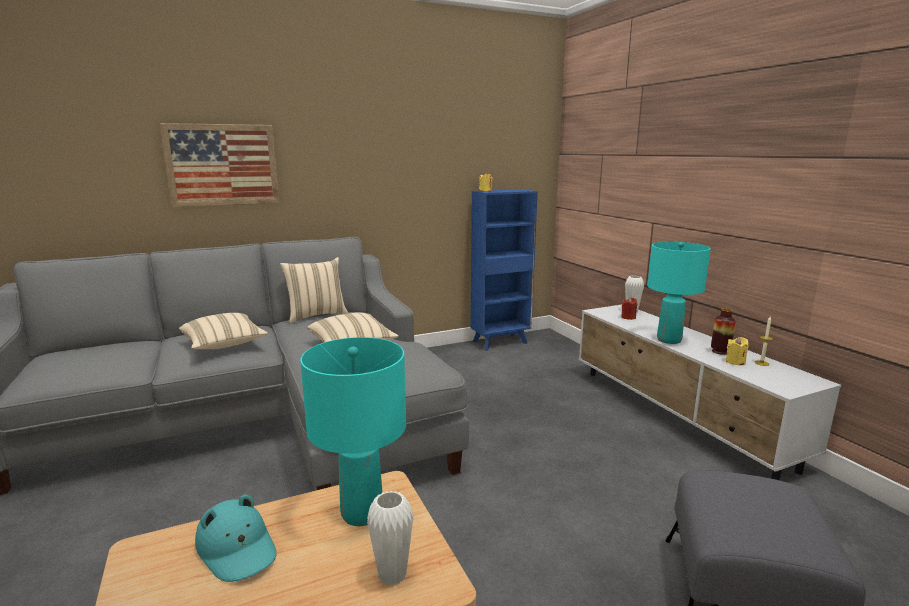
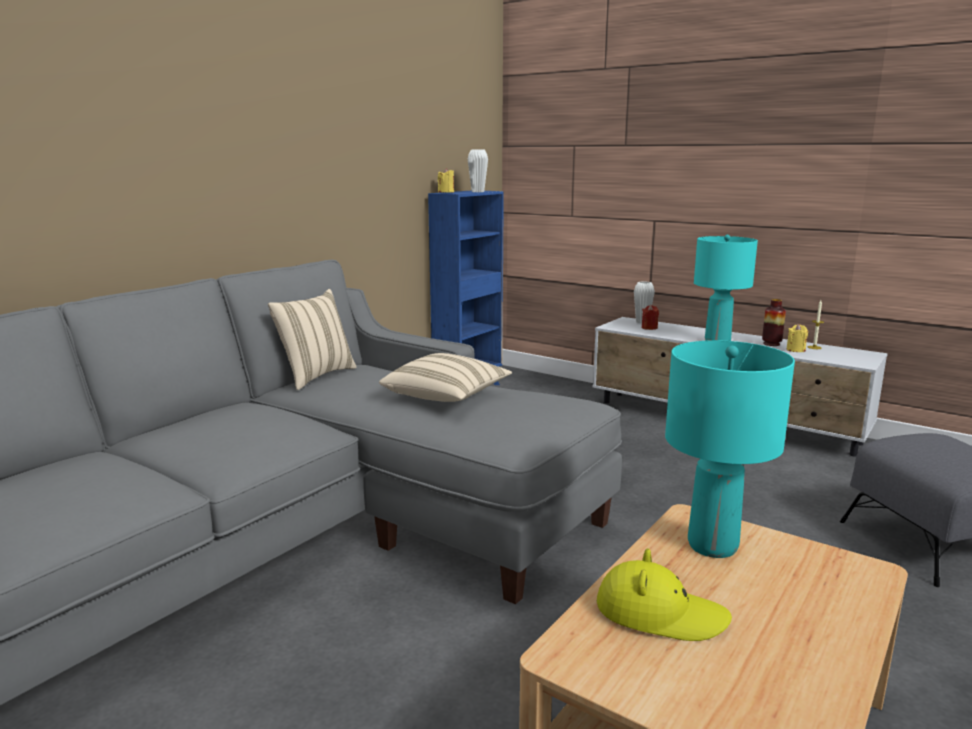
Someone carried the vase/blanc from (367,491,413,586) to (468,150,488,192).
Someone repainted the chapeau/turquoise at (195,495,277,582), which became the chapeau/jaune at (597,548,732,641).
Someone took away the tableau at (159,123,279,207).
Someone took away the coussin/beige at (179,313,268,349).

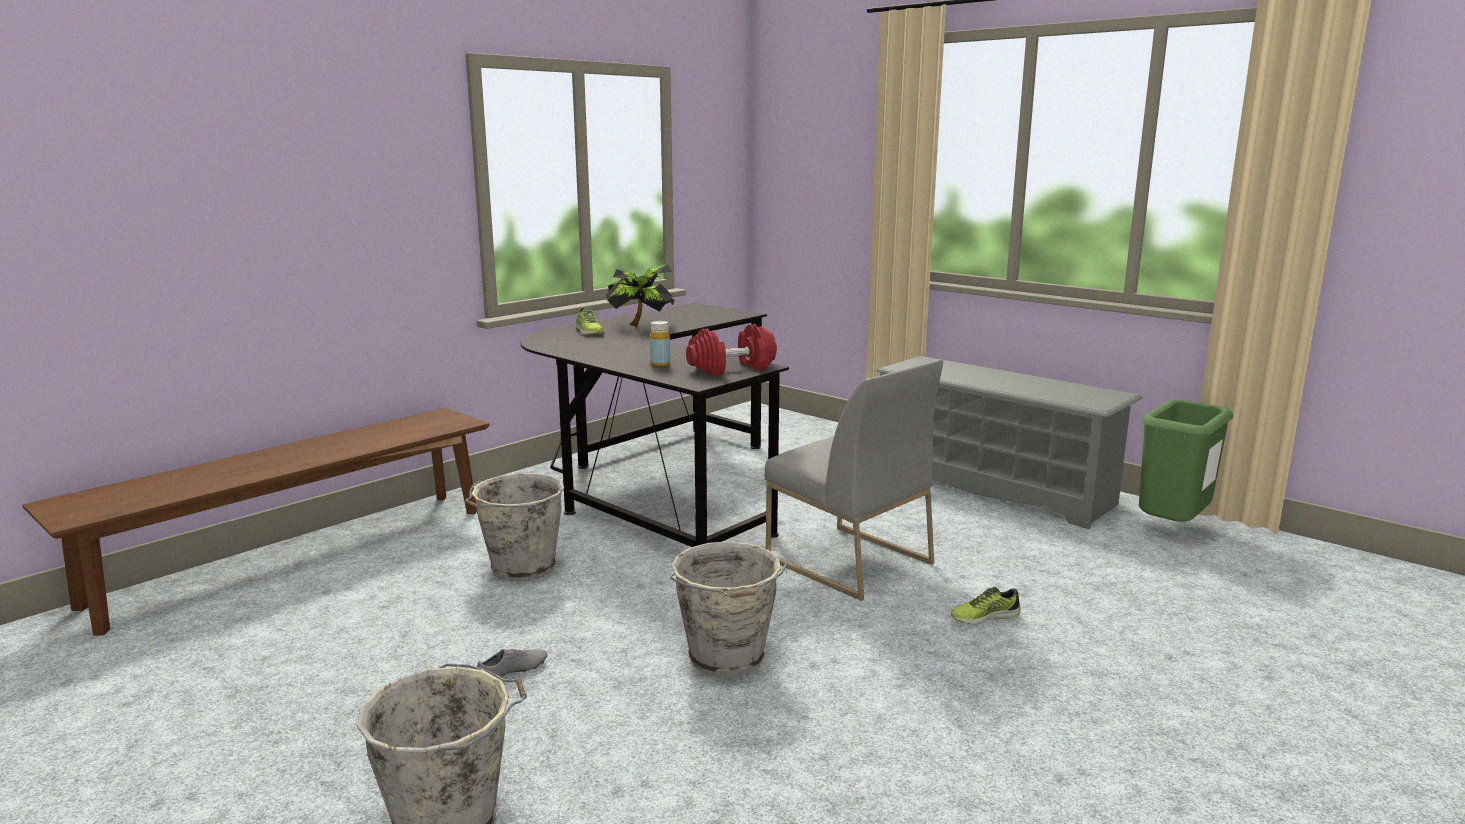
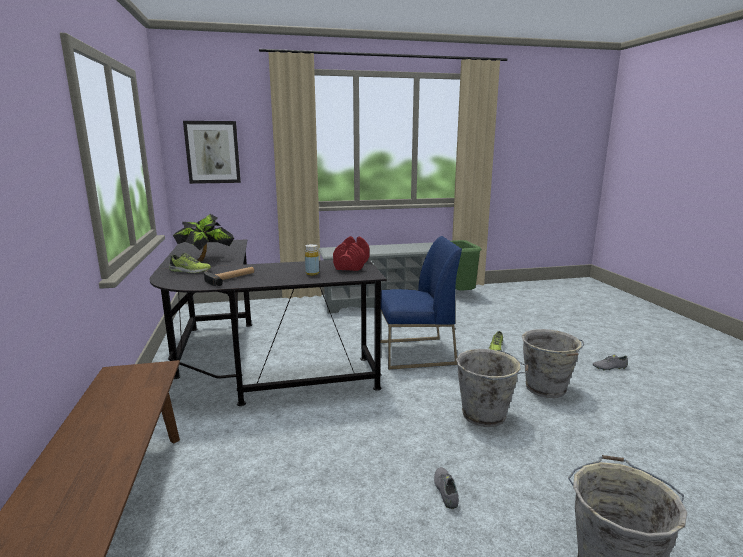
Someone put up the tableau at (183,121,241,184).
Someone put down the marteau at (204,267,254,286).
Someone repainted the chaise/gris at (765,359,944,601), which became the chaise/bleu at (381,236,462,370).
Someone carried the seau/gris from (465,473,564,581) to (522,329,584,398).
Someone put down the chaussure/gris at (593,354,628,370).

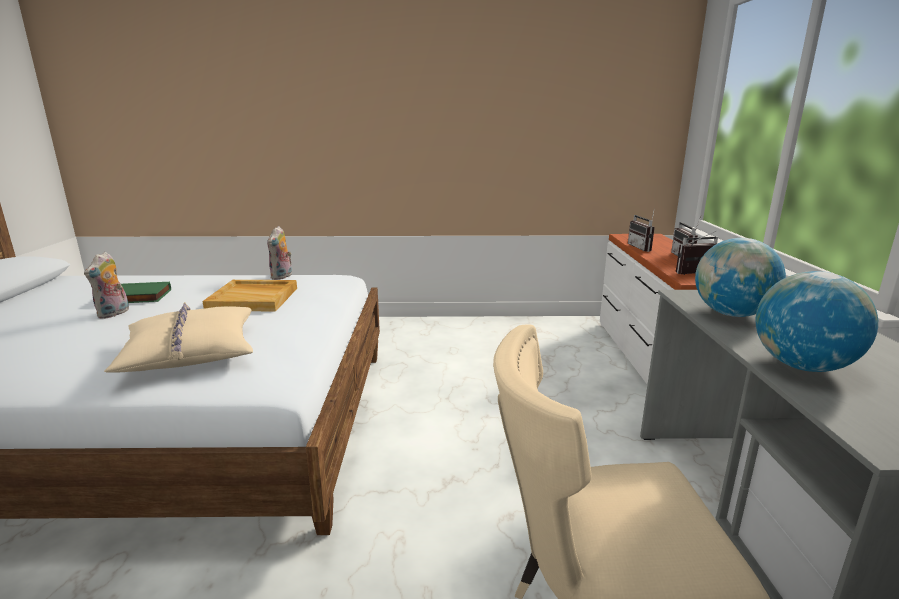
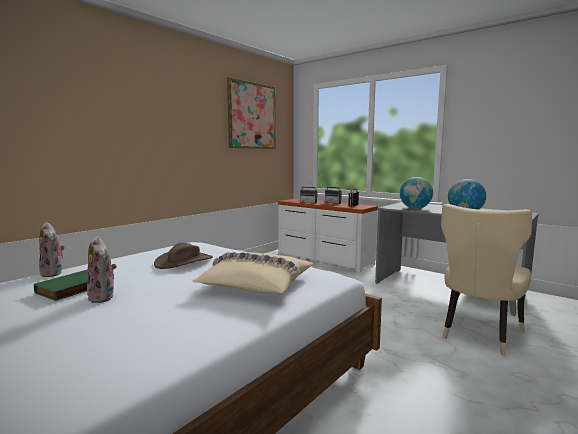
Someone carried the peluche from (267,226,292,280) to (39,222,65,277).
Someone swapped the plateau/beige at (202,280,297,311) for the chapeau/marron at (154,243,213,269).
Someone put up the tableau at (227,77,276,149).

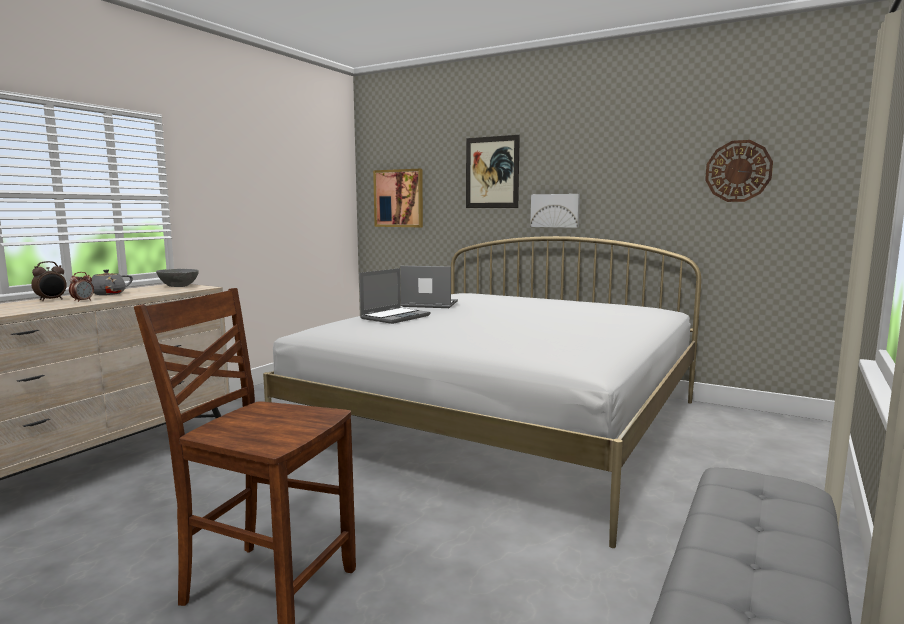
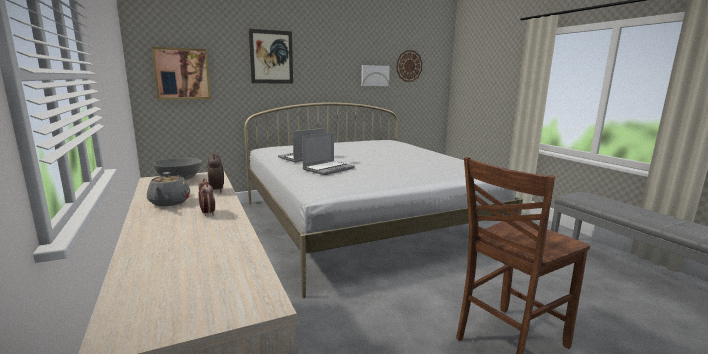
Someone carried the réveil from (31,261,67,301) to (207,150,224,193).
Someone rotated the ordinateur portable at (359,268,430,324) by 60 degrees clockwise.
Someone carried the tableau from (530,194,580,228) to (361,65,390,86).

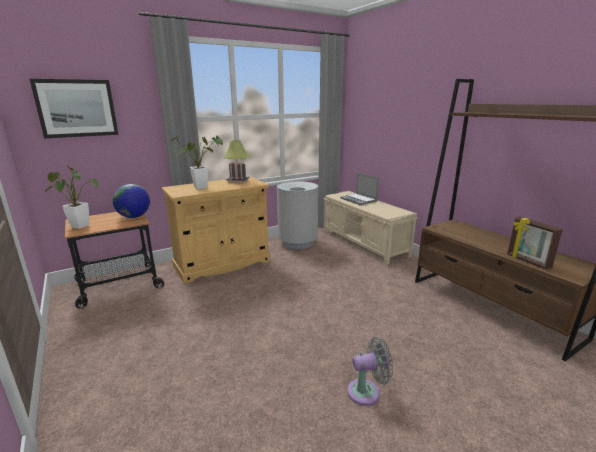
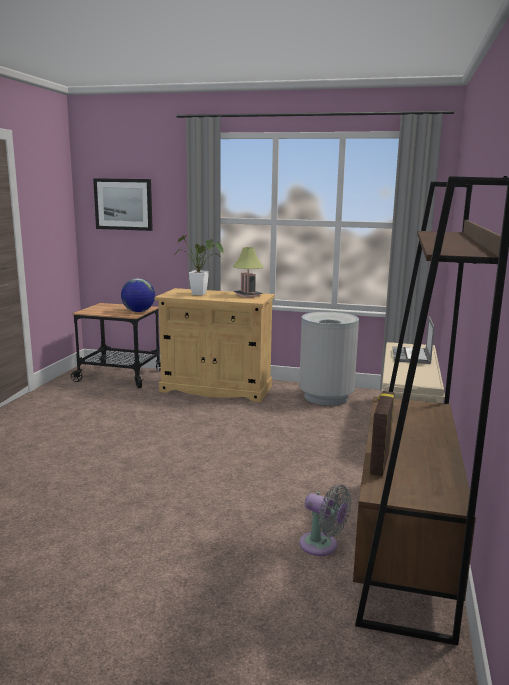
Someone carried the ventilateur/gris from (347,337,393,406) to (299,485,351,556).
Someone took away the plante en pot at (45,166,99,229).

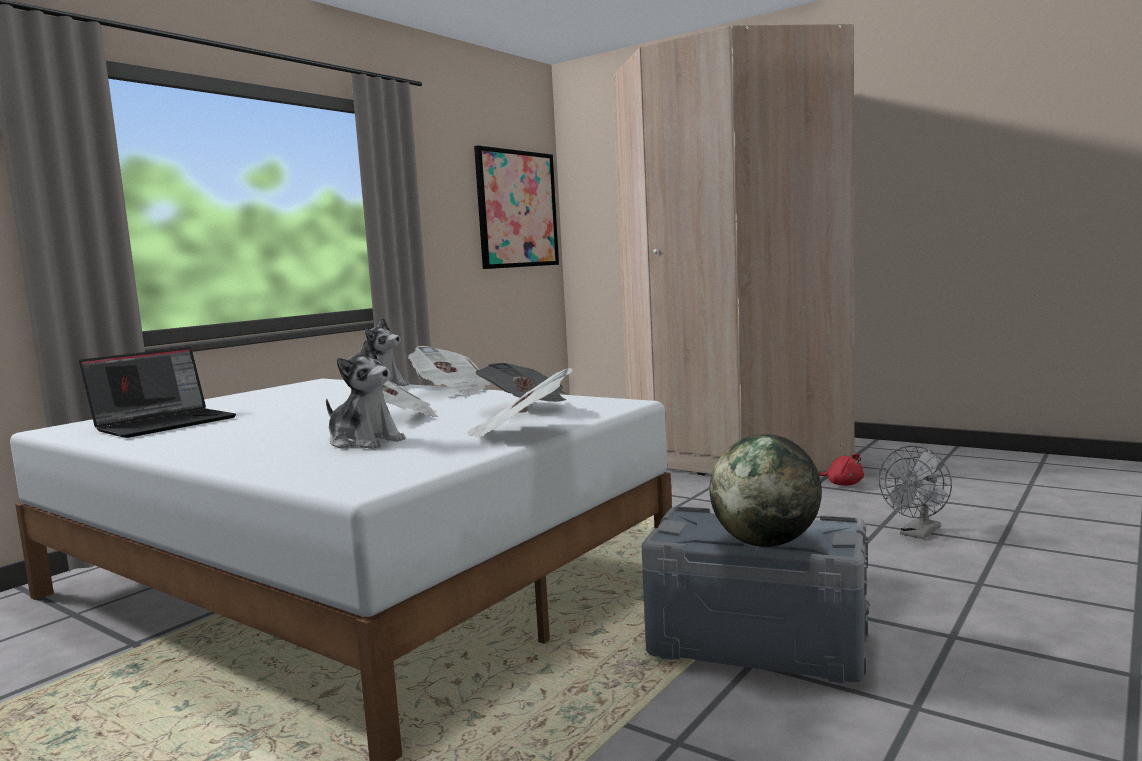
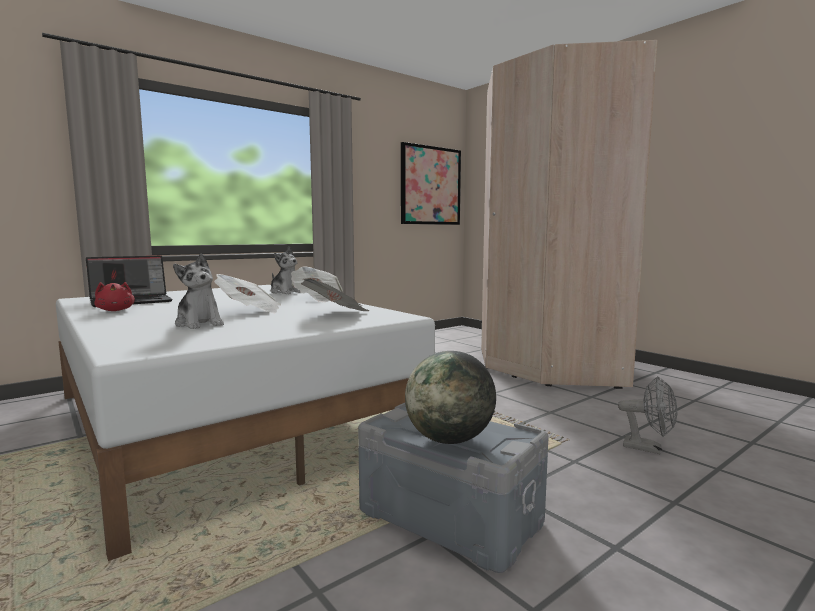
Someone carried the peluche/rouge from (819,453,864,486) to (94,282,135,311).
Someone rotated the ventilateur/gris at (879,446,952,539) by 120 degrees counterclockwise.
Someone took away the journal at (467,368,573,438).

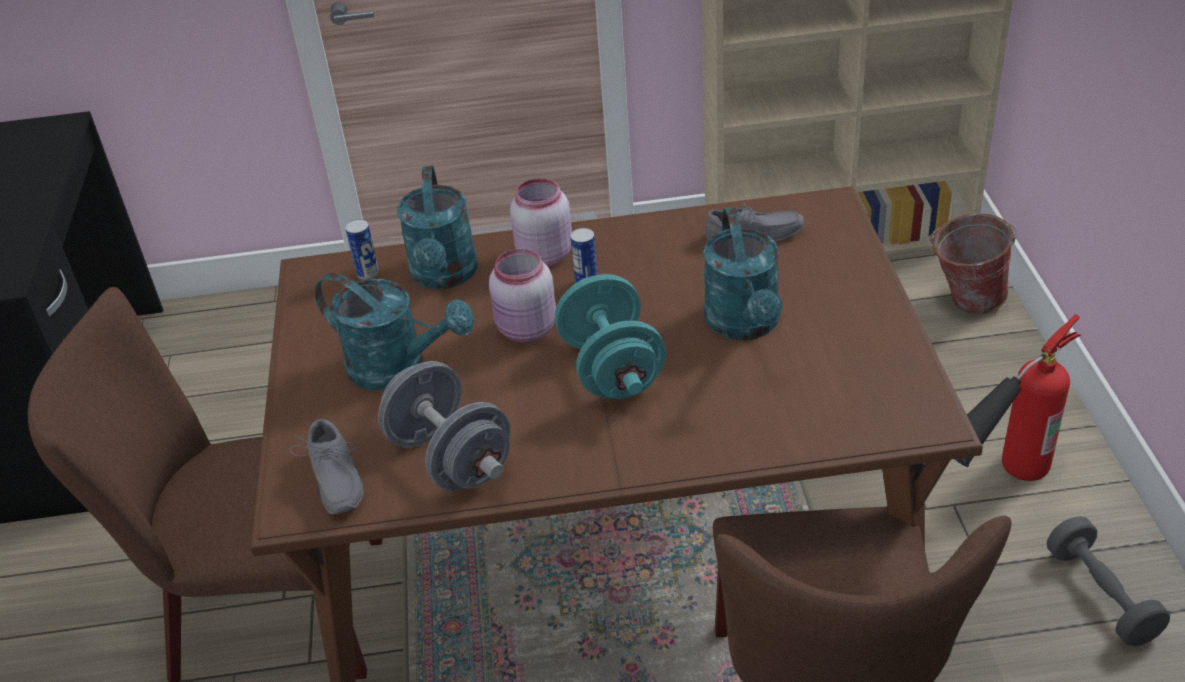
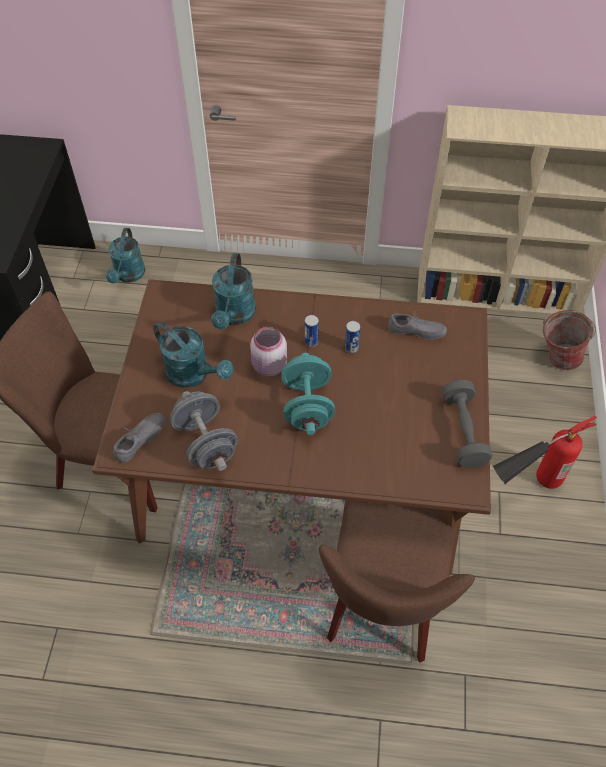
Someone carried the arrosoir/turquoise from (703,207,783,341) to (106,228,145,284).
Someone rotated the chaussure/gris at (290,419,364,514) by 135 degrees counterclockwise.
Someone carried the boîte métallique from (345,219,379,280) to (345,321,360,353).
Someone carried the haltère/gris from (1047,516,1170,646) to (442,380,492,468).
Someone took away the bocal/rose at (510,178,572,266).

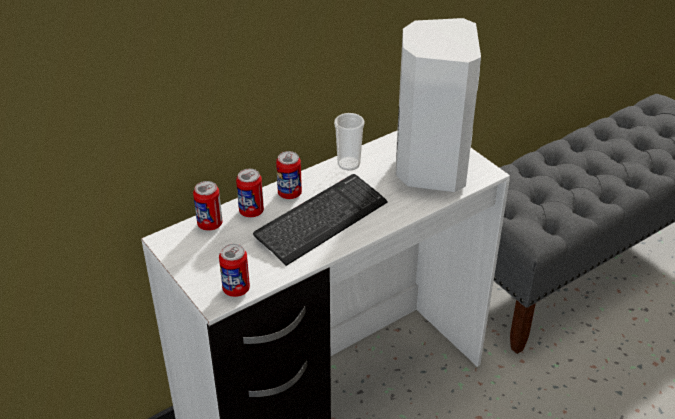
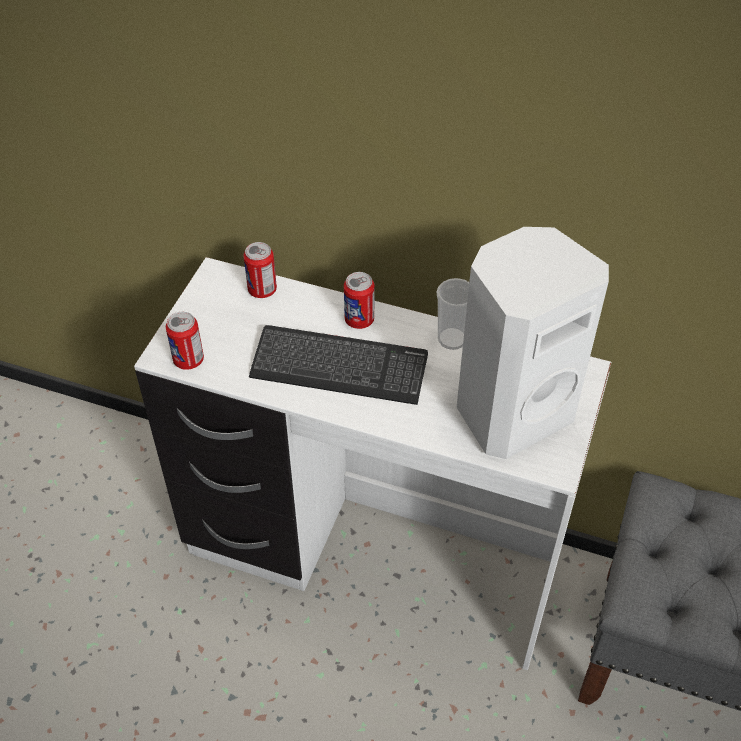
Someone took away the boîte métallique at (236,169,264,217).

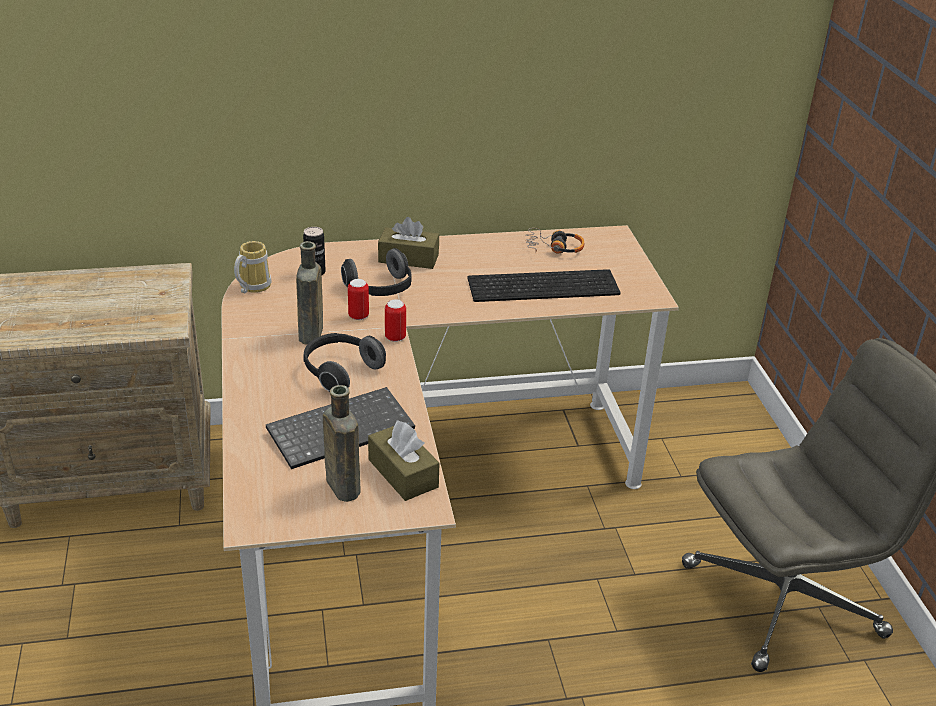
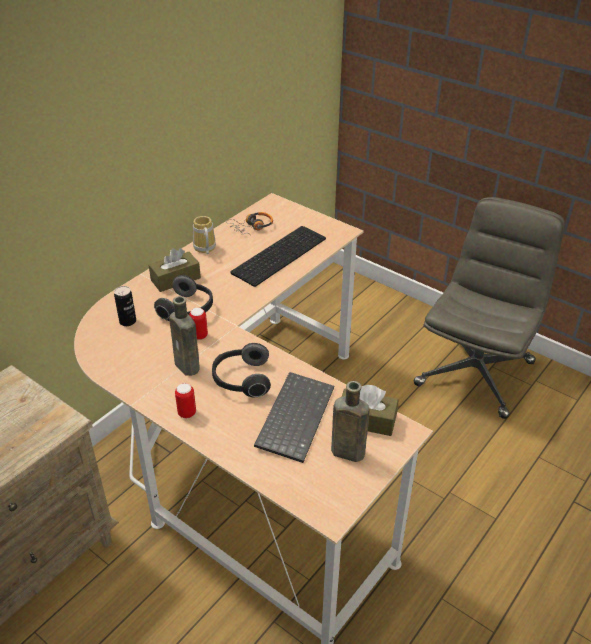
Someone carried the boîte métallique from (385,299,406,342) to (175,383,196,418).
Someone carried the mug from (234,241,272,293) to (193,216,216,254).

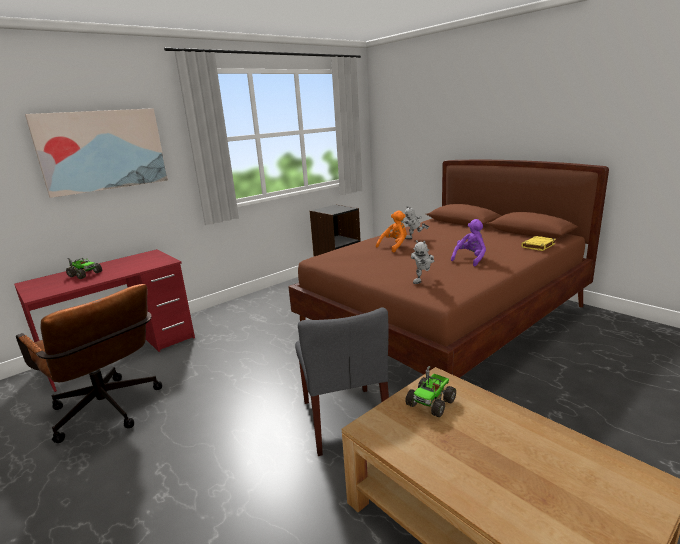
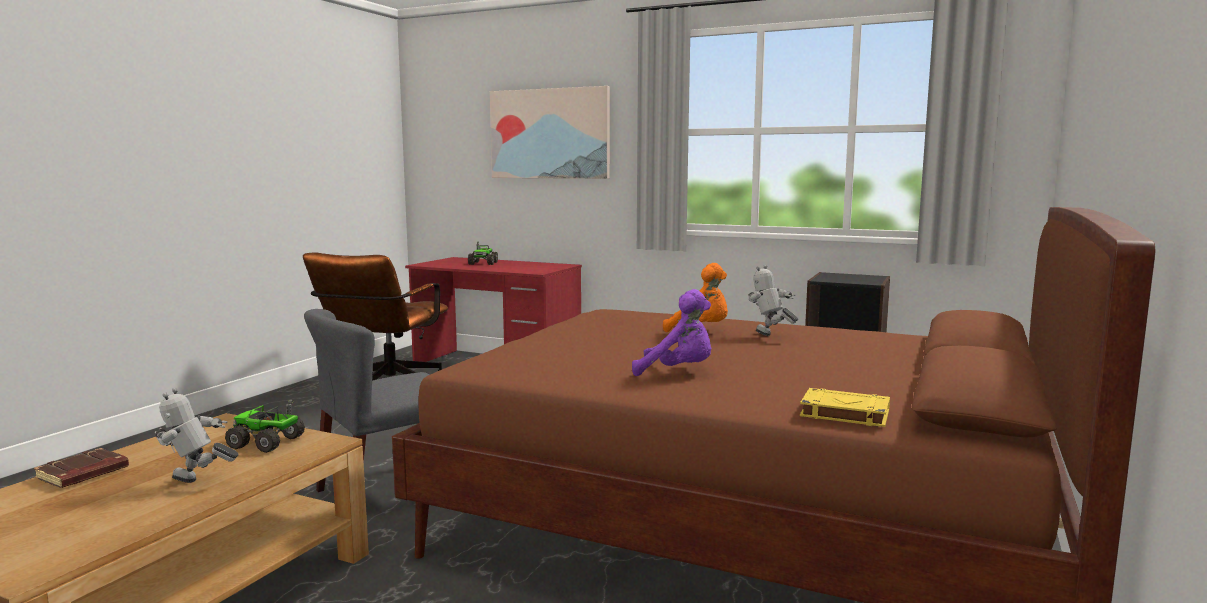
Someone put down the livre/marron at (34,448,129,488).
Someone carried the robot jouet from (411,240,435,284) to (155,388,239,483).

